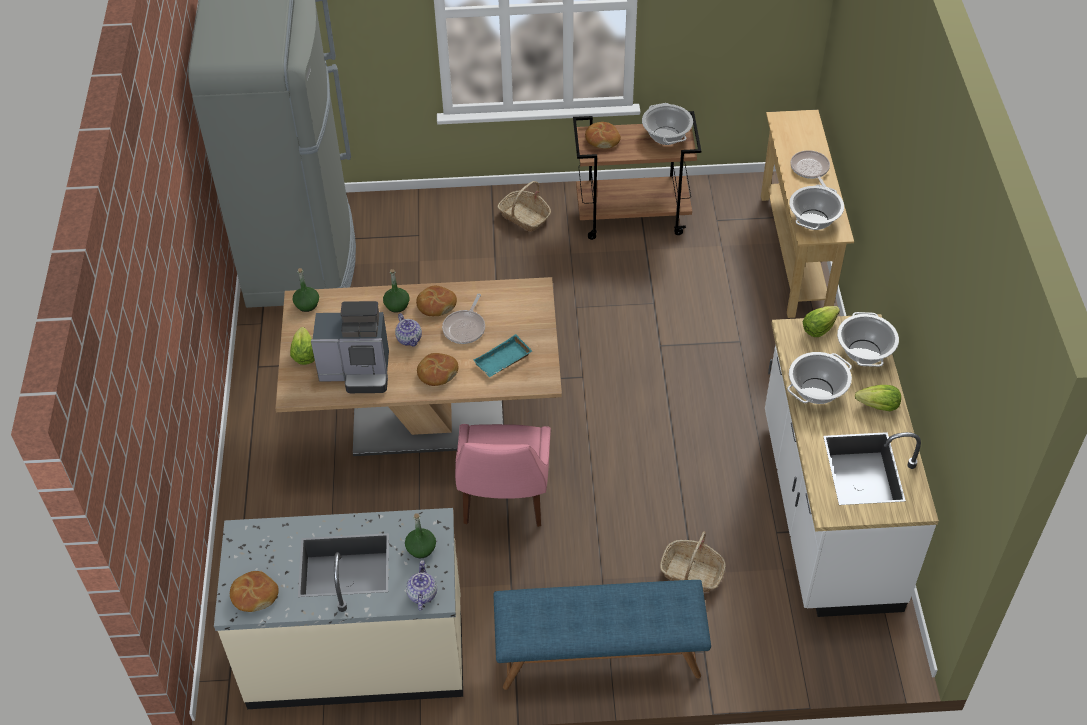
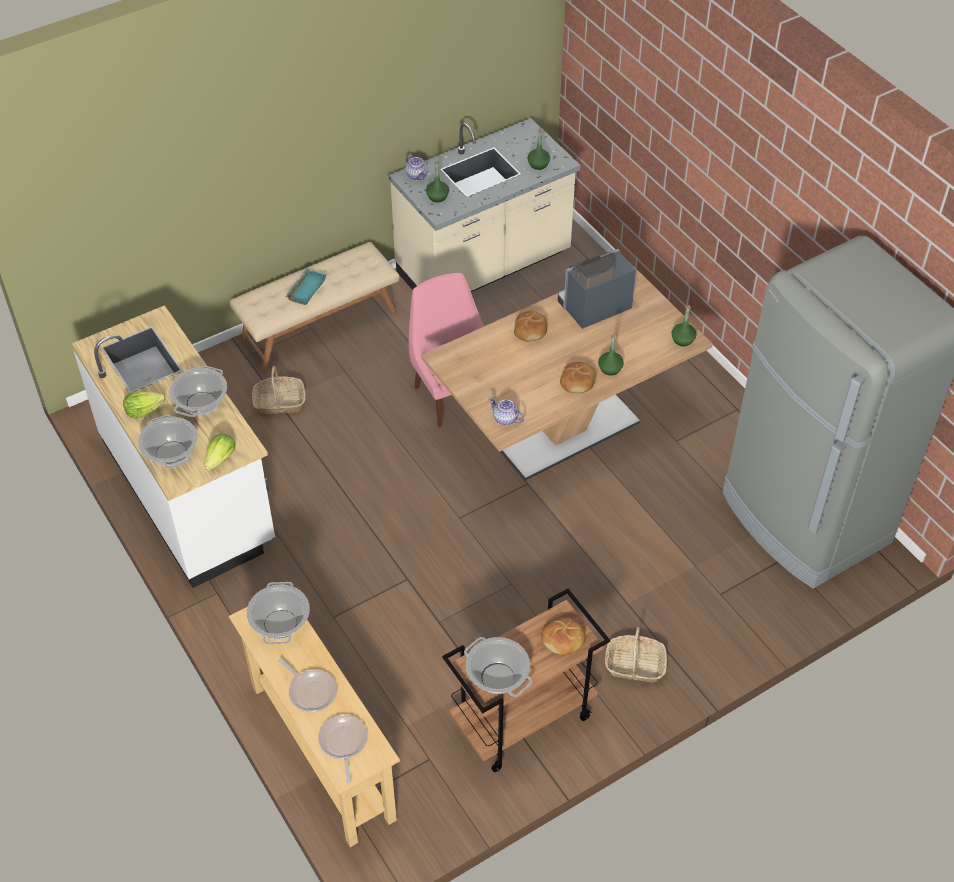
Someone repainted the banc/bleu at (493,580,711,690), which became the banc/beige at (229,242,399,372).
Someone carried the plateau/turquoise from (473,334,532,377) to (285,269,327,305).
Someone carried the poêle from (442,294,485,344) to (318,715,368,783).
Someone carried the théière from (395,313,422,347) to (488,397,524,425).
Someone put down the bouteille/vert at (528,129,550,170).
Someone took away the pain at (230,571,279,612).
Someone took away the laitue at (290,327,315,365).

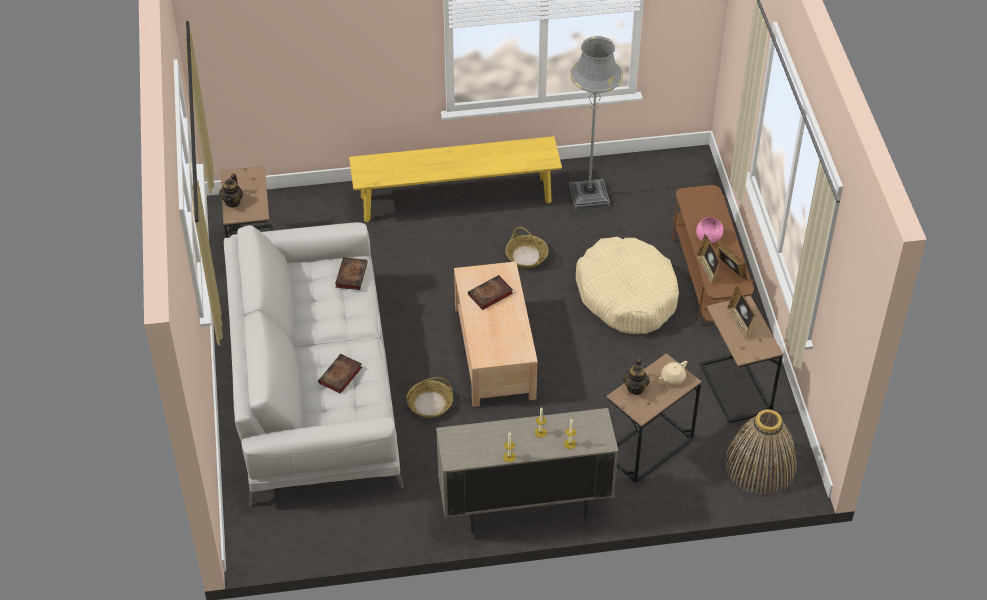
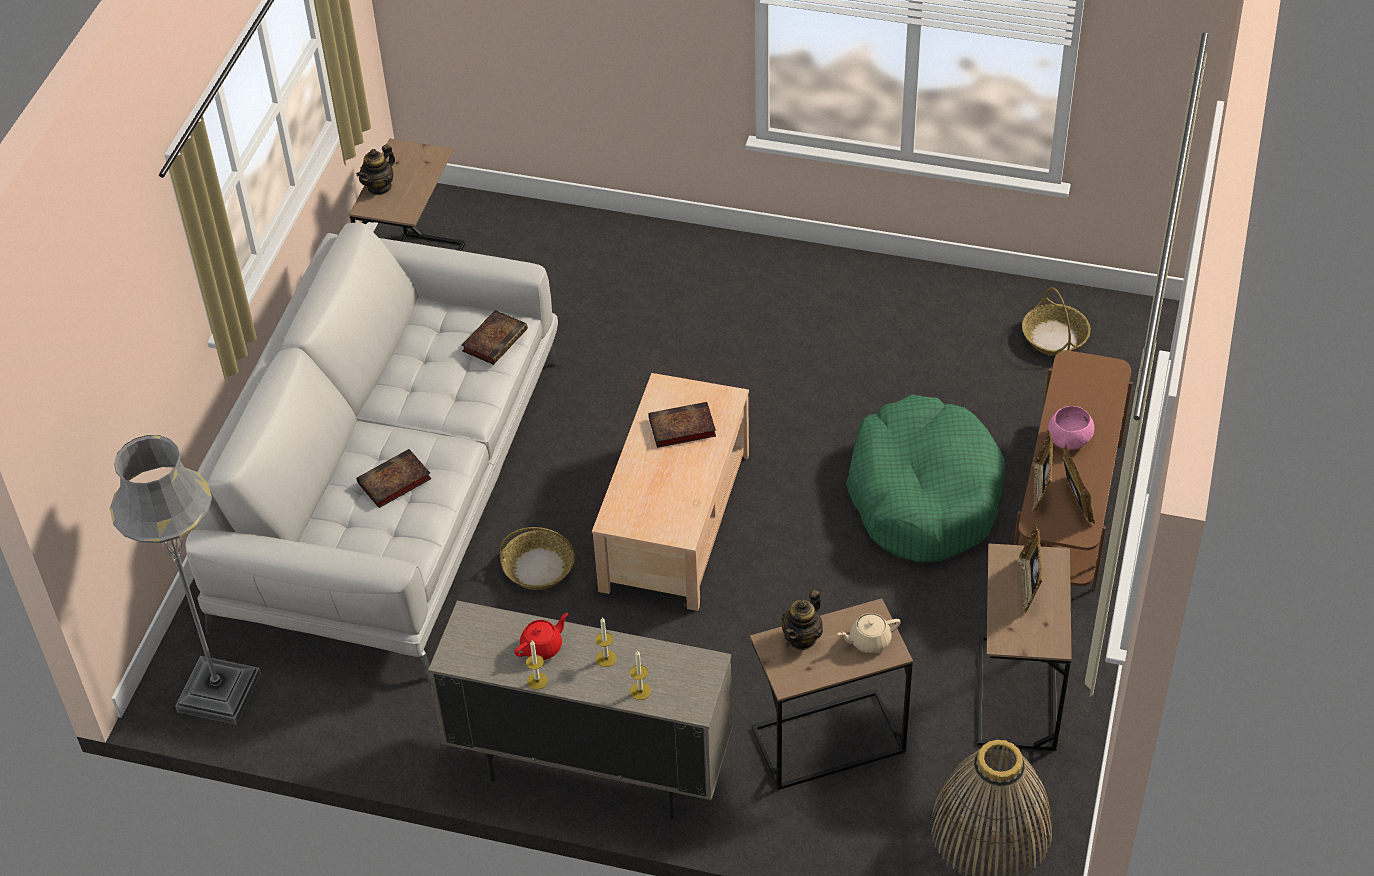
Someone carried the lampadaire/gris from (569,36,623,210) to (110,435,261,725).
Someone put down the théière/rouge at (514,613,568,660).
Someone repainted the panier pour chien/beige at (576,237,679,334), which became the panier pour chien/vert at (846,394,1006,563).
Someone carried the panier from (505,227,549,268) to (1022,287,1091,356).
Someone took away the banc/jaune at (349,136,562,222).

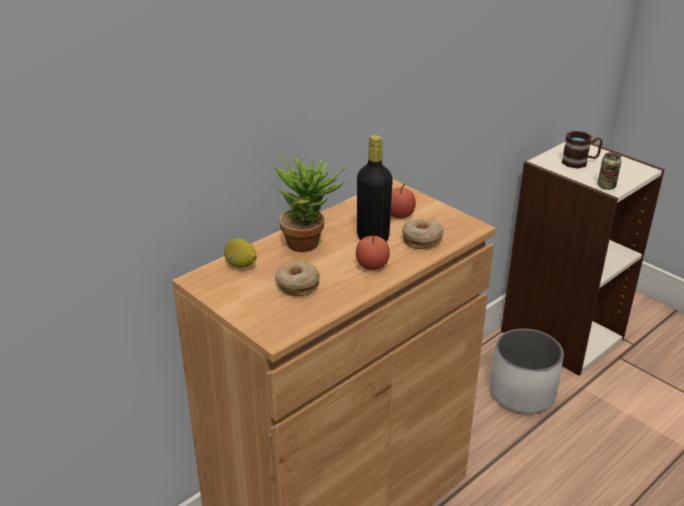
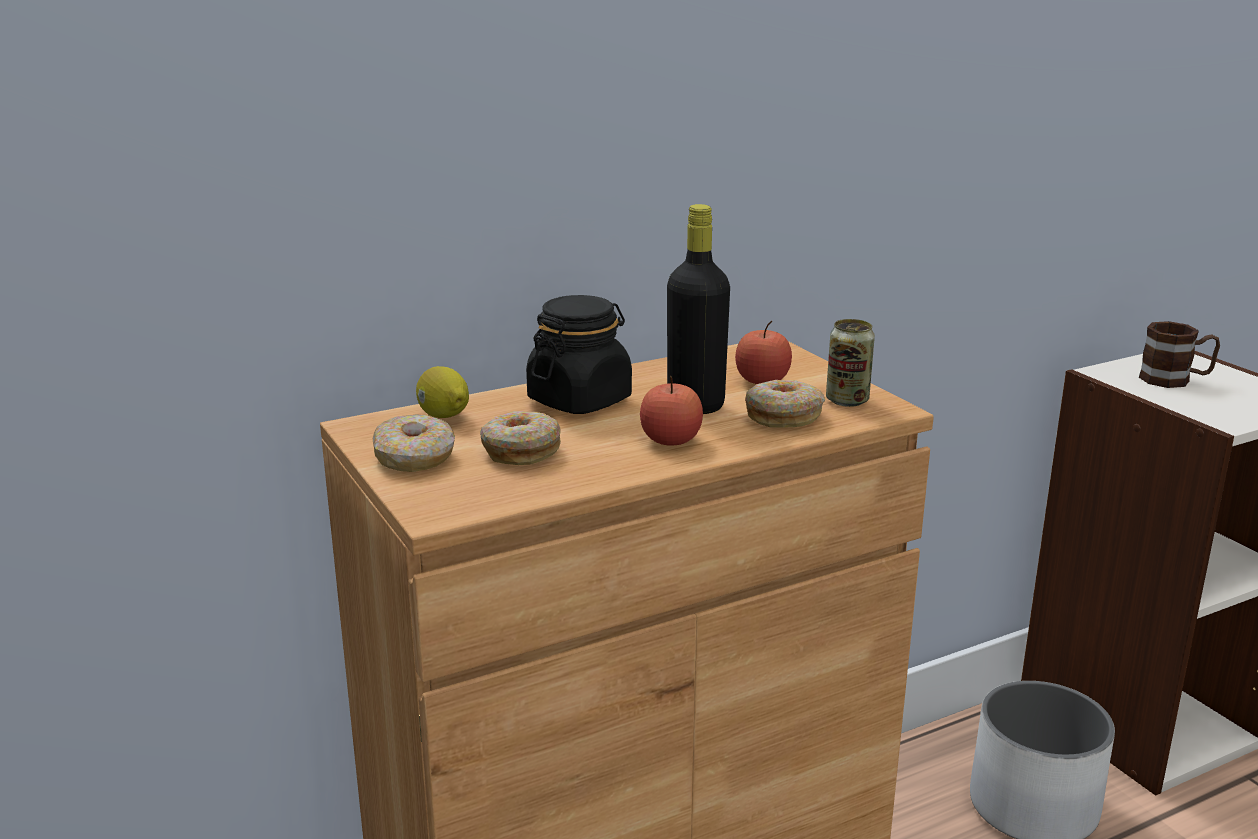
Someone put down the beignet at (373,414,455,472).
Someone swapped the plante en pot at (274,154,346,252) for the bocal/noir at (526,295,632,414).
Someone carried the boîte métallique from (598,152,622,190) to (826,319,875,407).

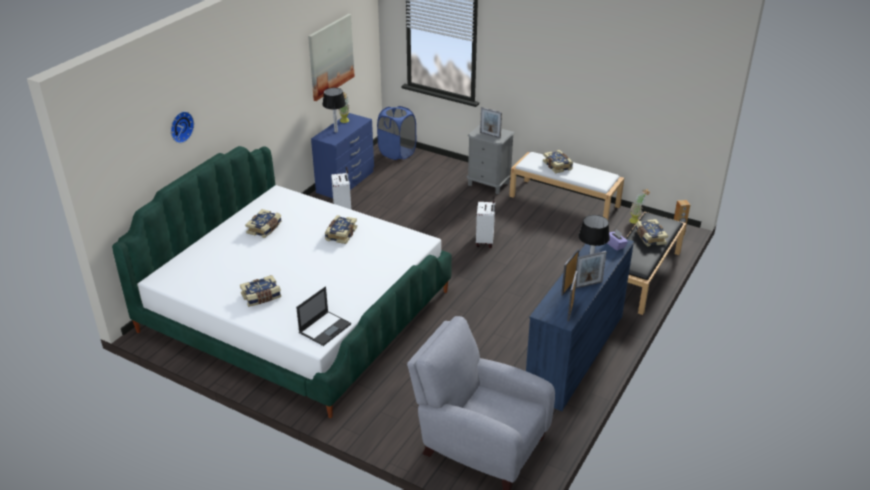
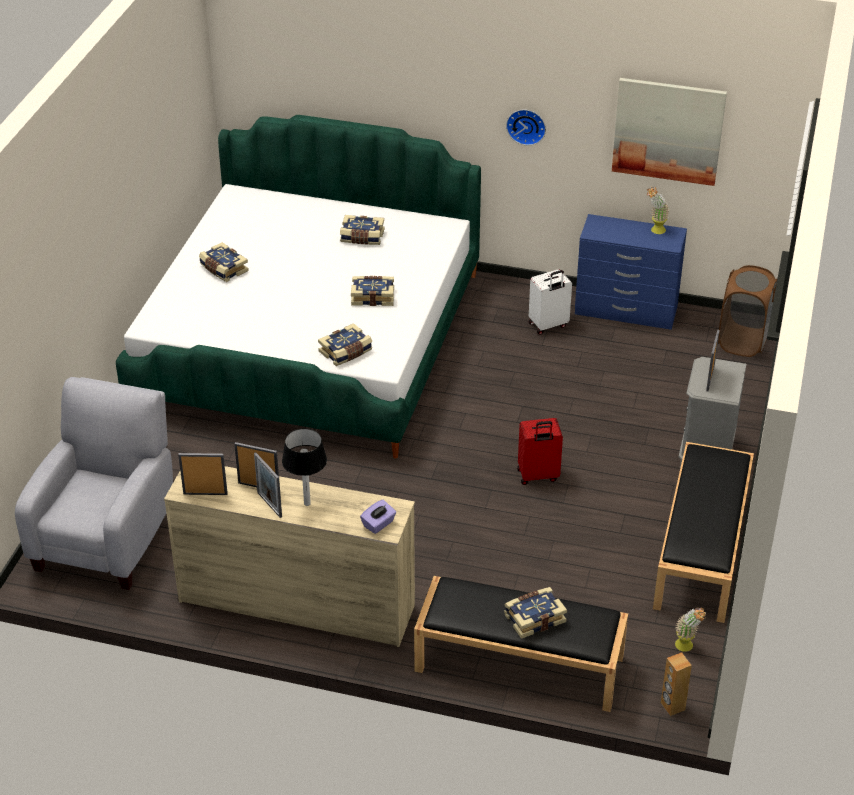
Someone repainted the commode/bleu at (526,239,634,411), which became the commode/beige at (164,466,415,647).
Someone carried the livre from (543,150,573,173) to (318,323,372,366).
Someone carried the horloge murale from (171,111,194,143) to (506,109,546,145).
Someone repainted the valise/blanc at (476,196,495,248), which became the valise/rouge at (517,418,563,485).
Someone repainted the banc/blanc at (509,152,624,220), which became the banc/noir at (653,442,754,623).
Someone repainted the panier à linge/bleu at (377,106,416,160), which became the panier à linge/marron at (718,265,777,357).
Someone took away the ordinateur portable at (296,286,351,346).
Someone took away the lampe de table at (322,88,346,132).

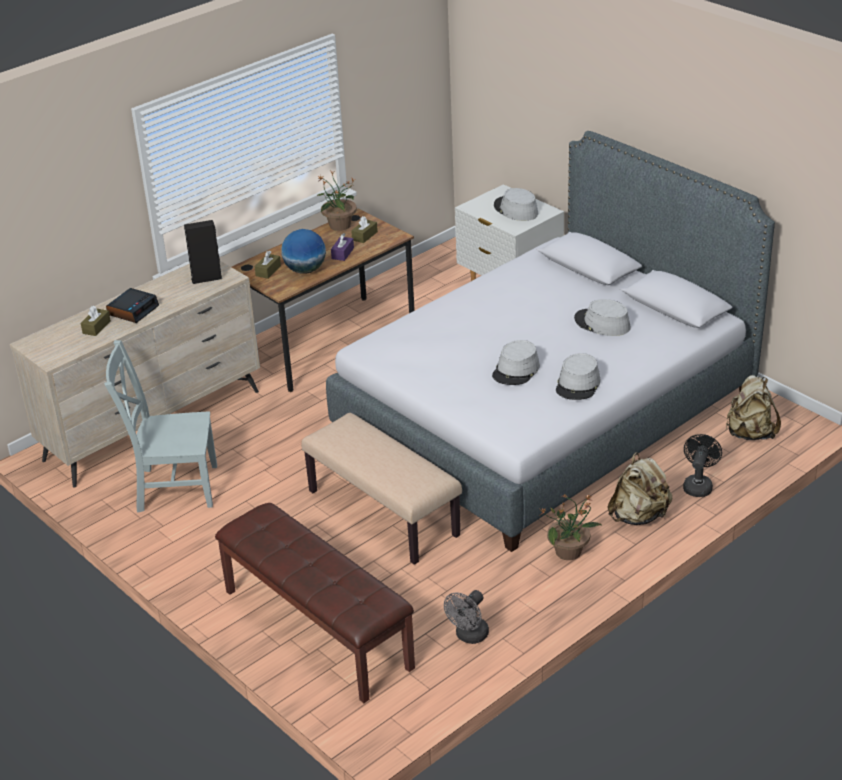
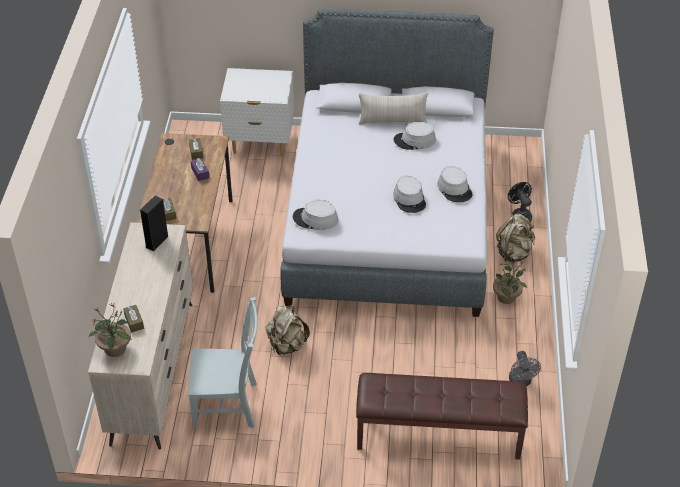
Someone carried the plante en pot from (316,172,357,231) to (89,304,132,357).
Someone rotated the chaise/gris at (104,340,217,513) by 135 degrees counterclockwise.
Someone carried the sac à dos/beige from (726,375,781,440) to (266,305,310,355).
Someone carried the chapeau/gris from (494,188,538,221) to (293,200,338,230).
Someone put down the coussin/beige at (359,92,428,124).
Someone took away the réveil at (106,288,159,323).
Someone took away the globe at (281,229,326,274).
Someone took away the banc/beige at (301,413,462,565).

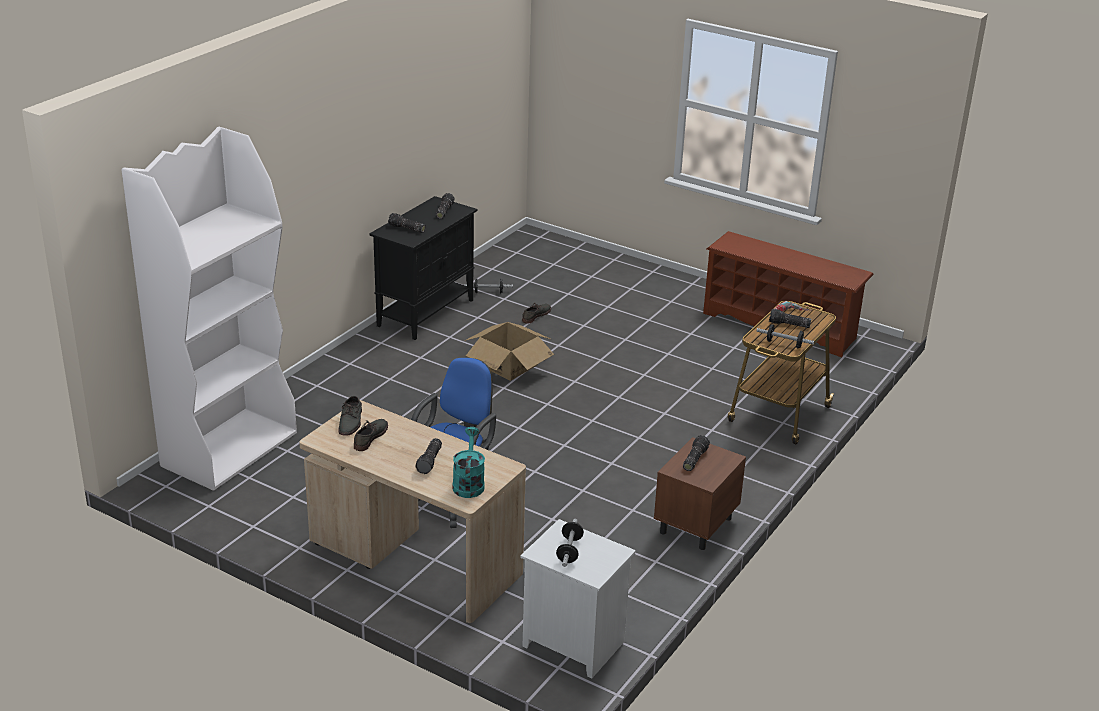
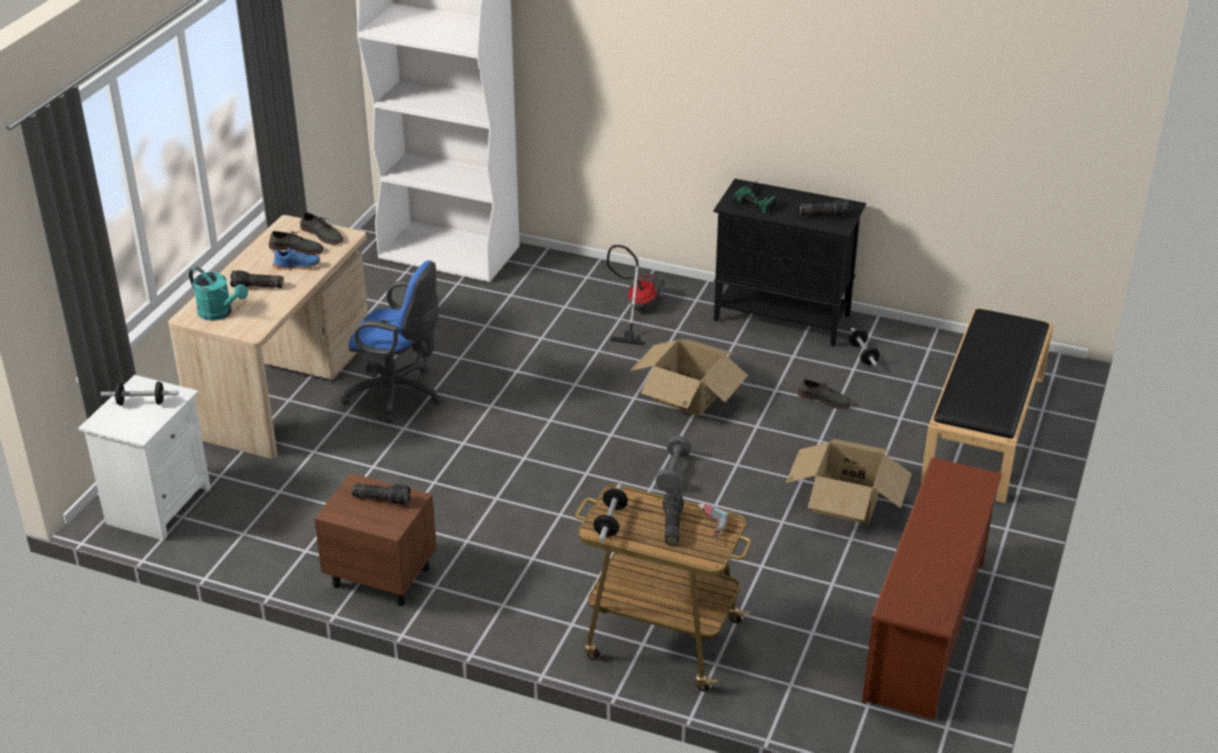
Someone rotated the arrosoir/turquoise at (452,427,485,498) by 45 degrees clockwise.
Someone put down the chaussure/bleu at (272,248,320,270).
Someone rotated the chaussure/gris at (338,396,362,436) by 135 degrees counterclockwise.
Someone put down the aspirateur at (607,245,665,346).
Someone put down the haltère/gris at (656,436,691,492).
Someone swapped the lampe de poche at (388,213,426,233) for the perceuse at (731,180,777,214).
Someone put down the carton at (786,439,912,524).
Someone put down the banc/noir at (920,307,1054,503).

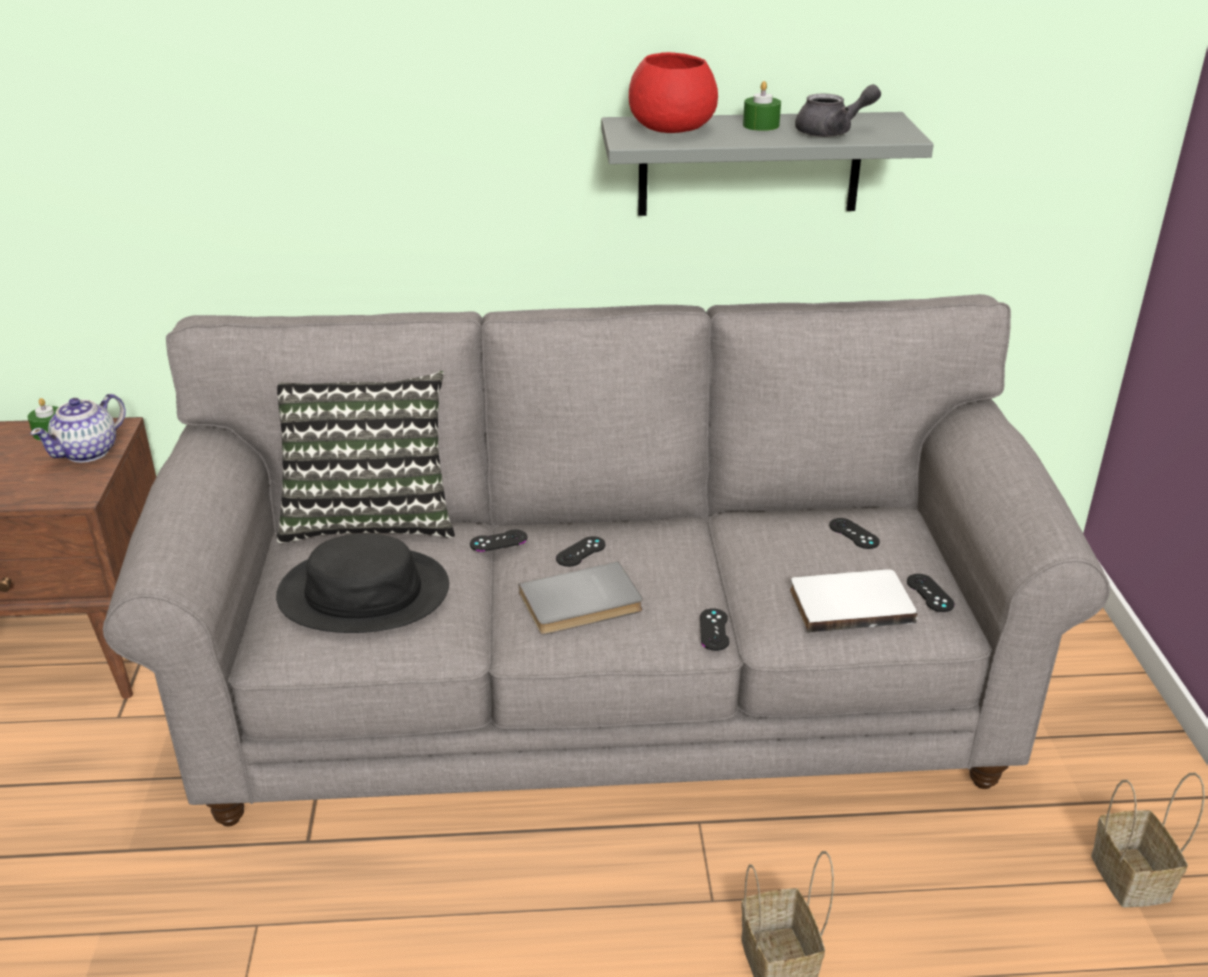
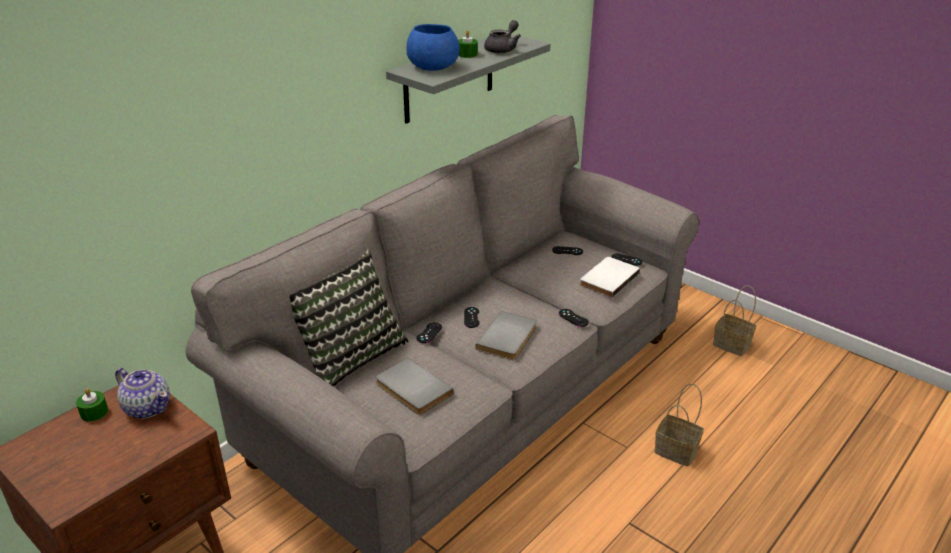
Someone rotated the théière at (30,394,126,463) by 45 degrees counterclockwise.
Someone swapped the chapeau/noir at (276,534,449,633) for the livre/gris at (376,358,454,415).
Someone repainted the bol/rouge at (629,52,718,133), which became the bol/bleu at (407,24,459,71).

